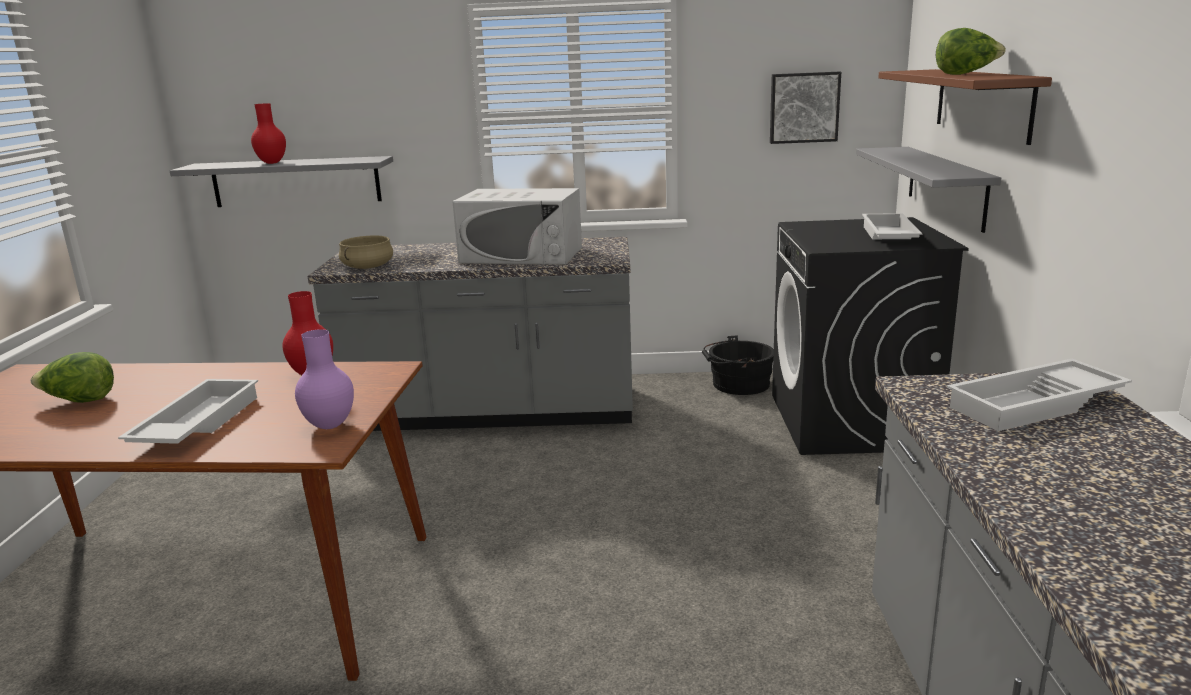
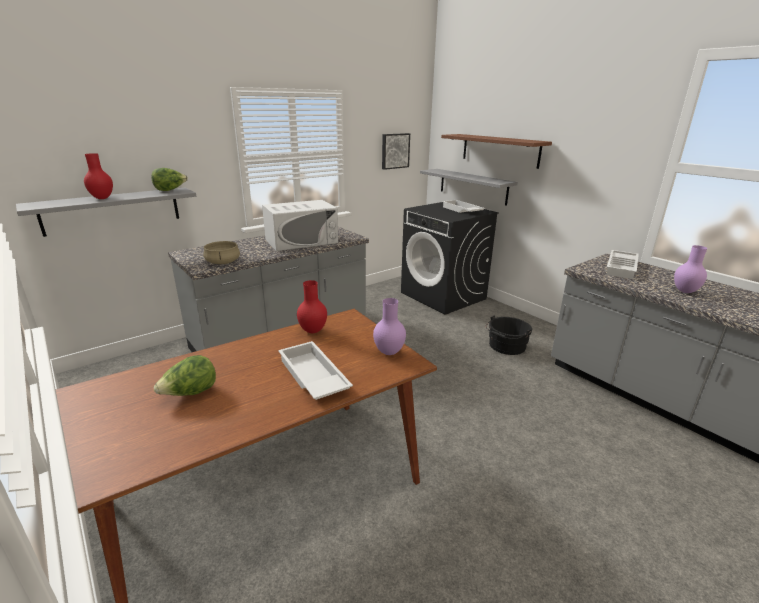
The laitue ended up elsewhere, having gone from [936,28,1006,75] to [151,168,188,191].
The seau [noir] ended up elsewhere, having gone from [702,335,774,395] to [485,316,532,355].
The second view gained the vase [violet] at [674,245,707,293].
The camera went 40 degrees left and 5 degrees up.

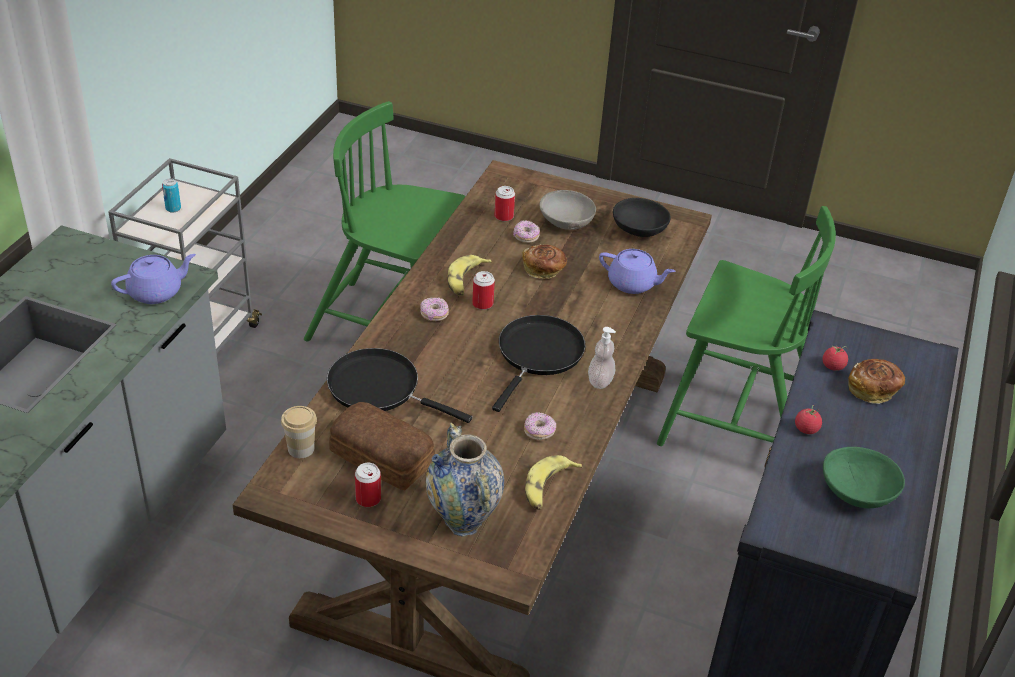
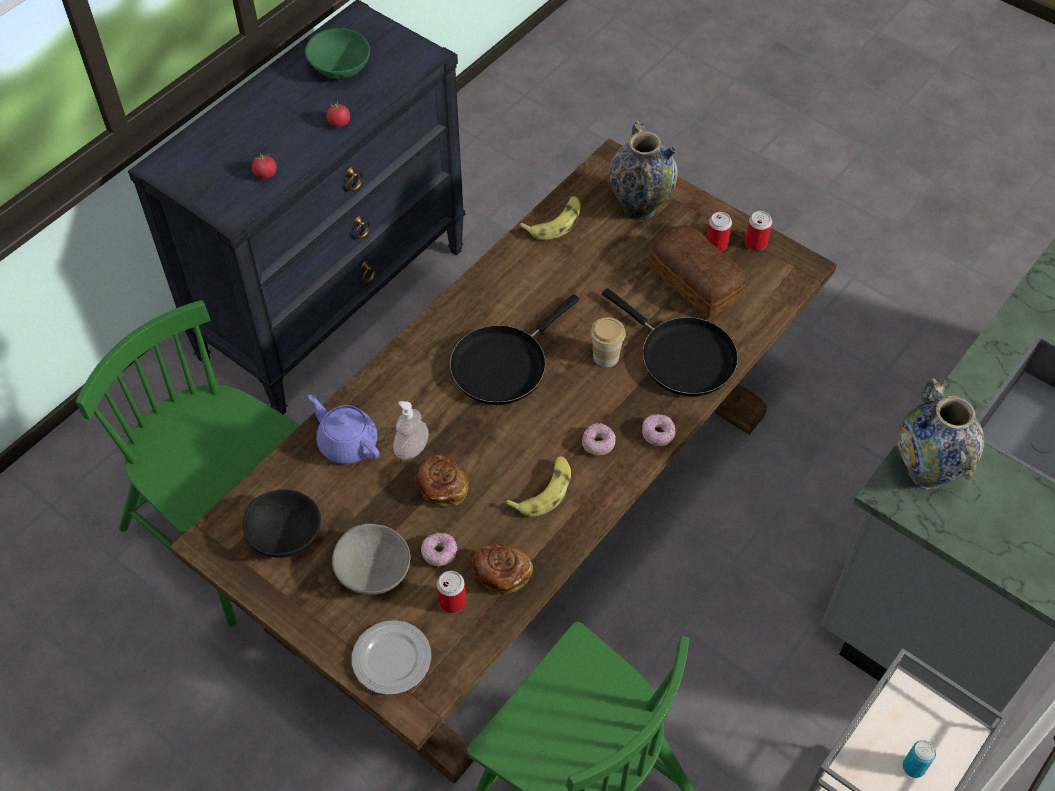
Where the théière [violet] stood at [111,254,196,304], the vase came to stand at [898,378,984,490].
The boîte métallique ended up elsewhere, having gone from [472,271,495,310] to [745,211,772,251].
The distributeur de savon ended up elsewhere, having gone from [588,327,616,389] to [393,401,429,460].
The pain ended up elsewhere, having gone from [848,359,905,404] to [472,544,533,594].
The tasse ended up elsewhere, having gone from [281,406,317,458] to [590,317,626,367].
The beignet ended up elsewhere, having gone from [524,412,556,440] to [642,414,676,446].
The second view gained the assiette at [352,620,431,695].
The camera went 160 degrees left and 15 degrees up.

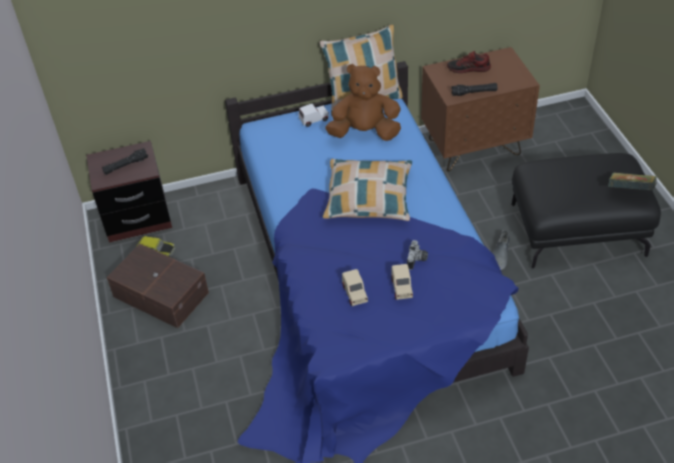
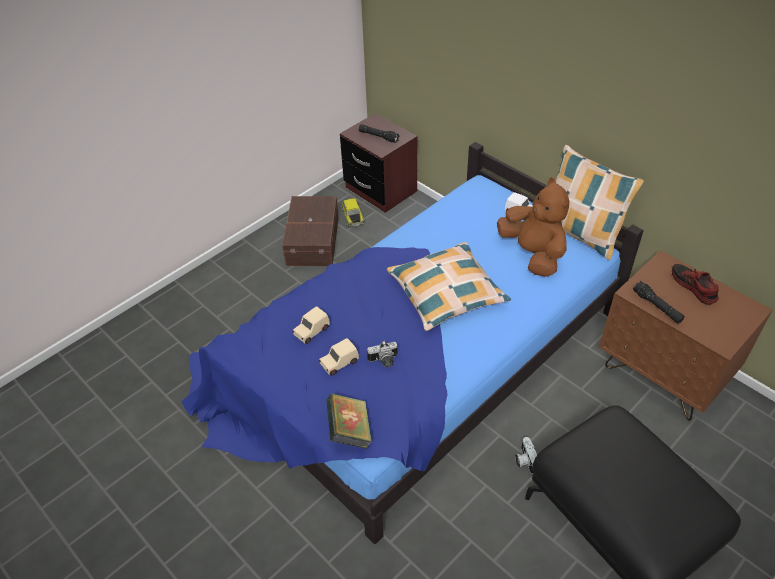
The livre ended up elsewhere, having gone from [608,172,657,190] to [326,394,372,449].
Where the chaussure [gris] stood at [493,230,509,270], the appareil photo came to stand at [515,437,537,474].
The camera went 60 degrees right and 0 degrees up.

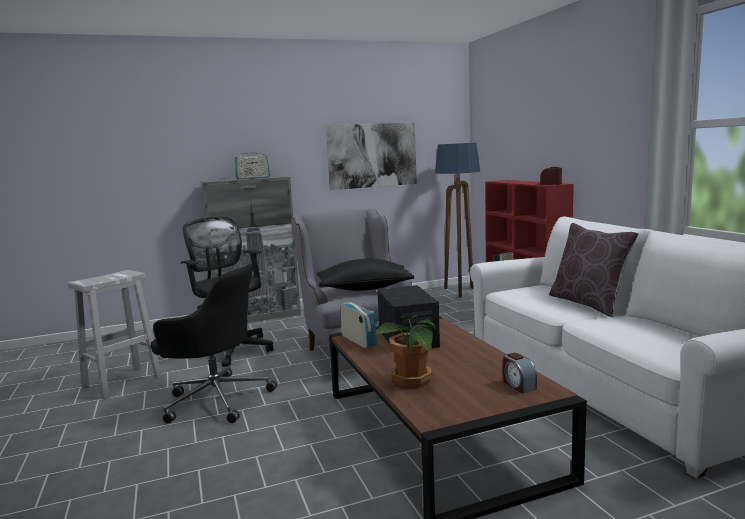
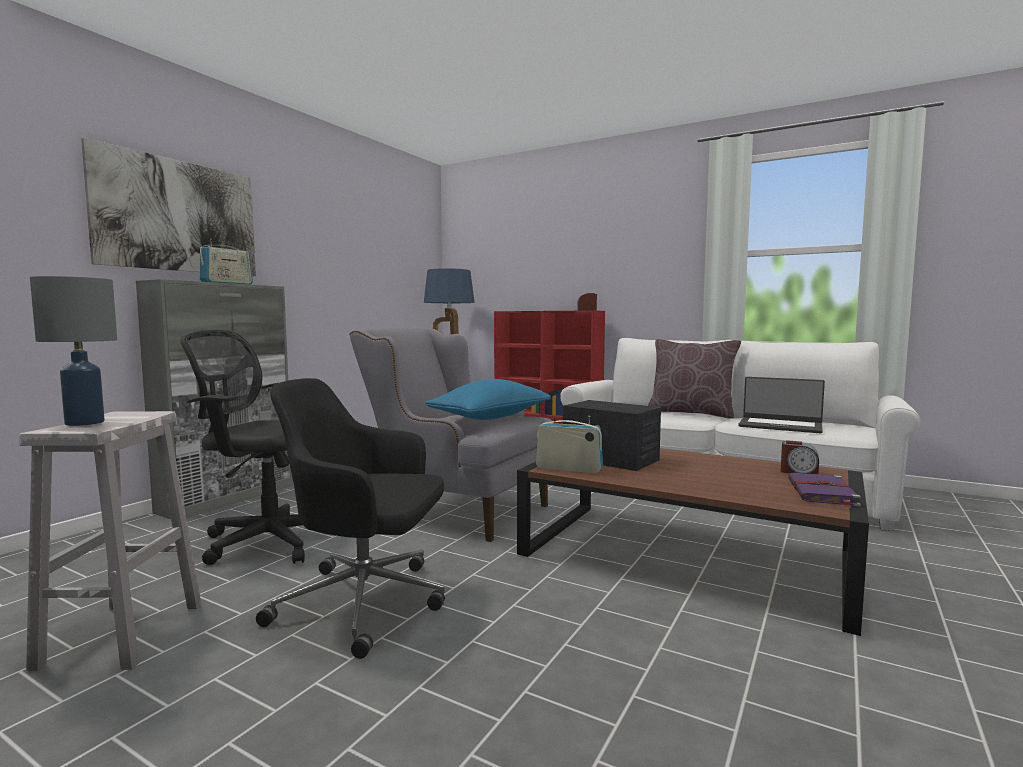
The tableau ended up elsewhere, having gone from [326,122,417,190] to [81,138,256,276].
What was the coussin [noir] at [317,259,414,291] turned into the coussin [bleu] at [425,379,551,420].
The chaise de bureau [noir] at [151,264,277,424] ended up facing another way, 150 degrees counterclockwise from before.
The second view lost the plante en pot at [375,315,436,388].
The second view gained the lampe de table [gris] at [30,276,117,426].
The second view gained the ordinateur portable at [738,377,825,434].
The second view gained the livre [violet] at [788,473,861,508].
The camera went 40 degrees left and 5 degrees down.

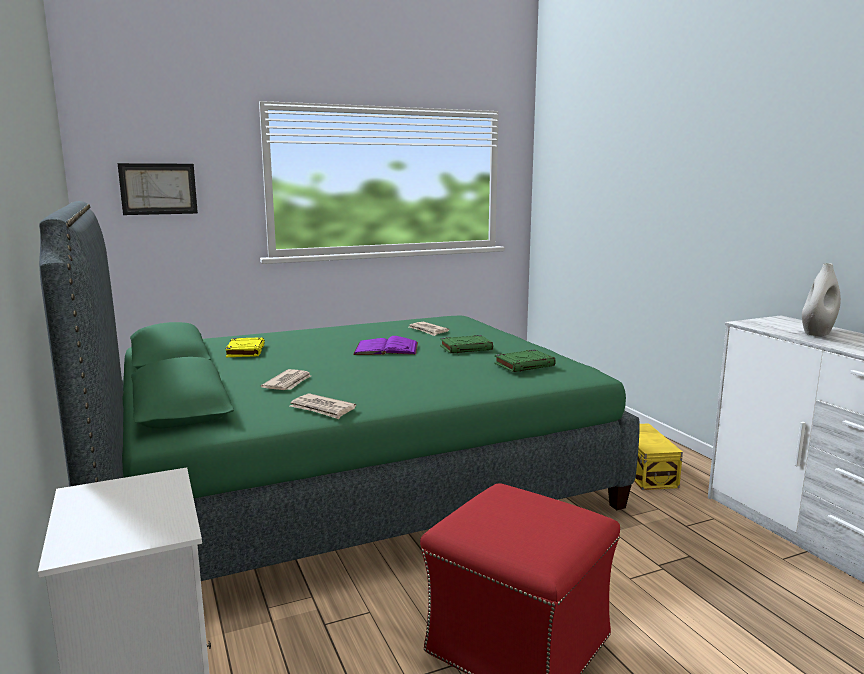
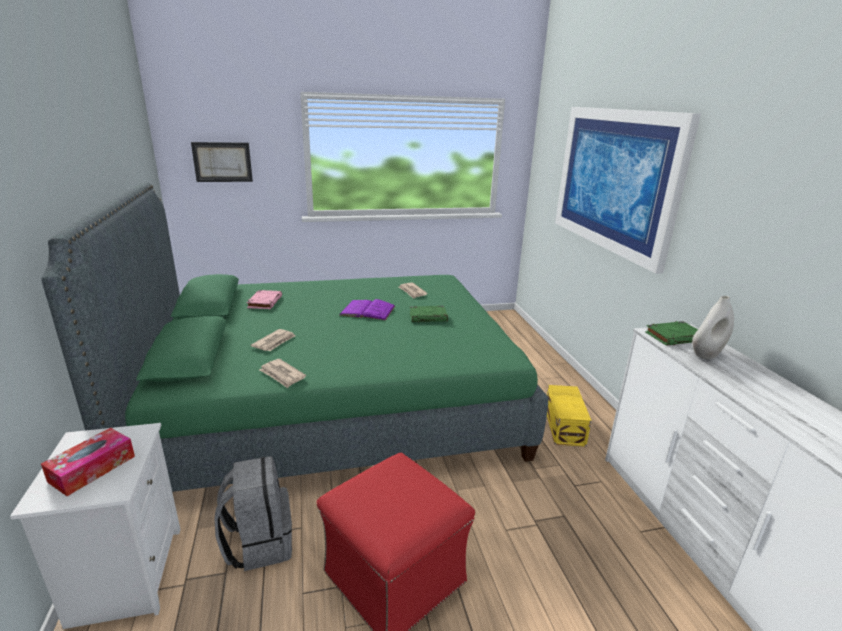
What was the livre [jaune] at [225,337,265,357] turned into the livre [rose] at [247,290,282,309].
The livre [vert] ended up elsewhere, having gone from [494,349,556,372] to [645,321,698,346].
The second view gained the tableau at [555,107,701,274].
The second view gained the boîte à mouchoirs at [41,428,135,496].
The second view gained the sac à dos [gris] at [214,456,292,571].
The camera went 10 degrees right and 10 degrees up.

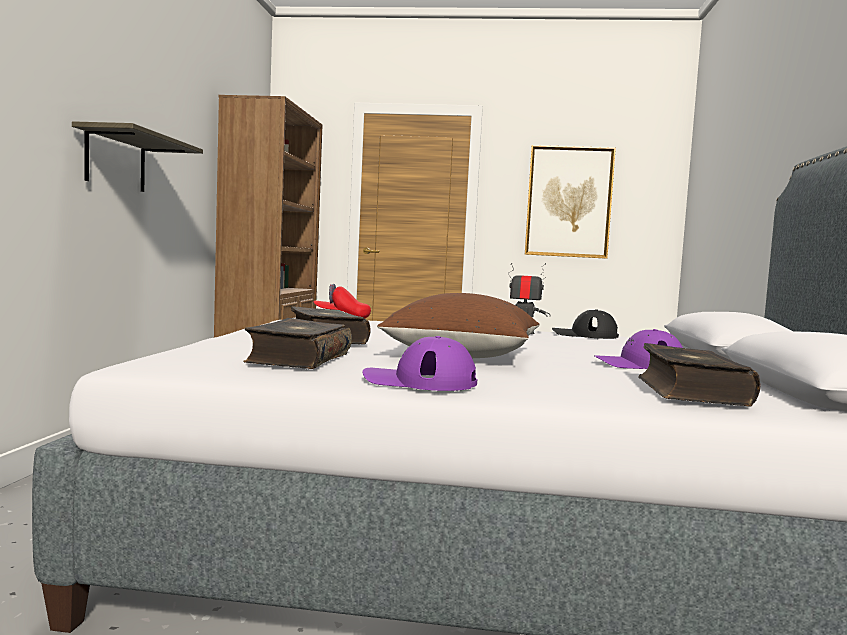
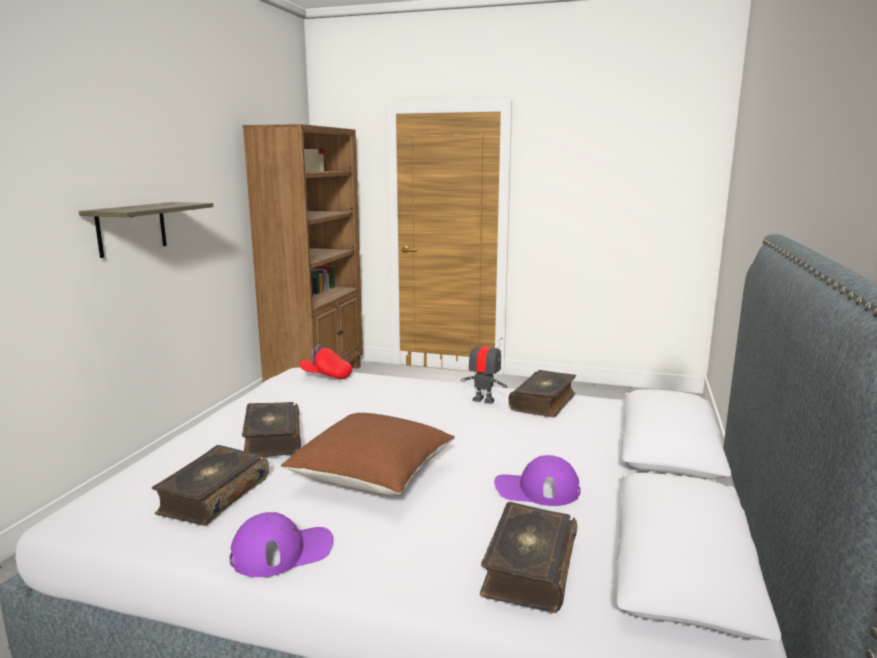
The second view lost the tableau at [525,145,616,259].
Where the casquette [noir] stood at [552,309,619,339], the livre came to stand at [508,370,576,417].
The casquette [violet] at [363,336,477,391] ended up facing another way, 135 degrees clockwise from before.
The camera went 10 degrees right and 10 degrees up.

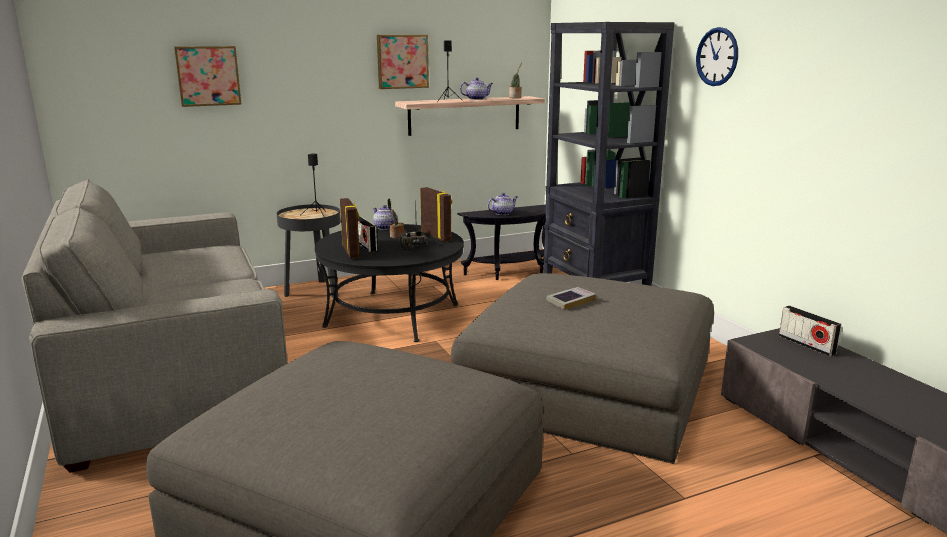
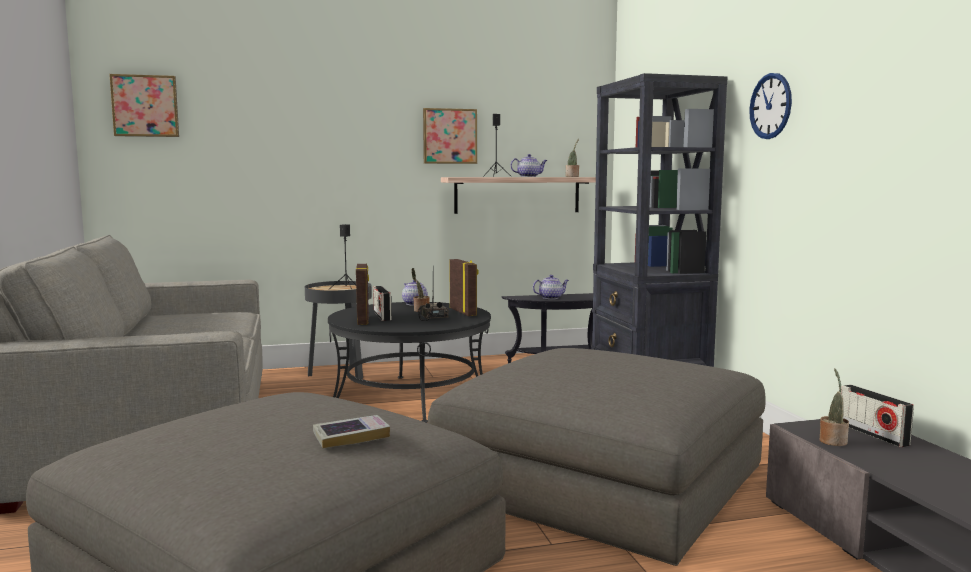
The tableau ended up elsewhere, having gone from [174,46,242,107] to [109,74,179,137].
The livre ended up elsewhere, having gone from [546,287,596,310] to [313,415,390,449].
The second view gained the plante en pot at [820,368,849,446].
The camera went 10 degrees right and 10 degrees down.

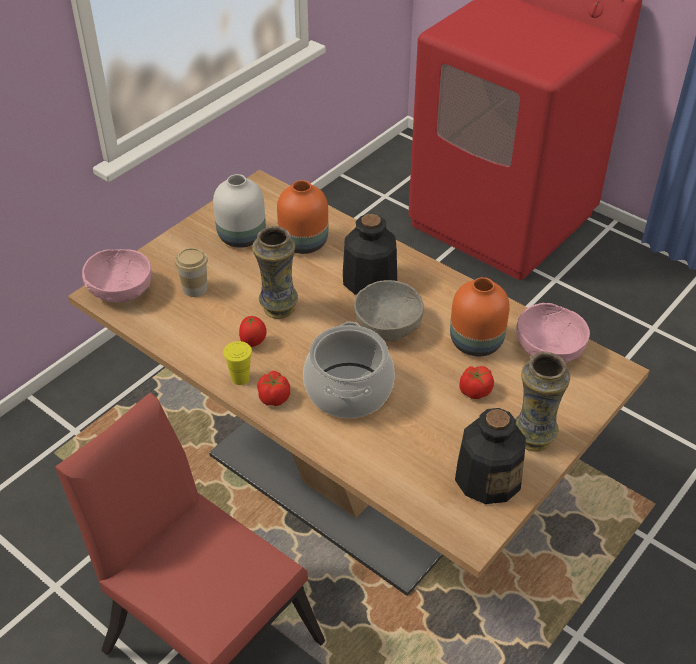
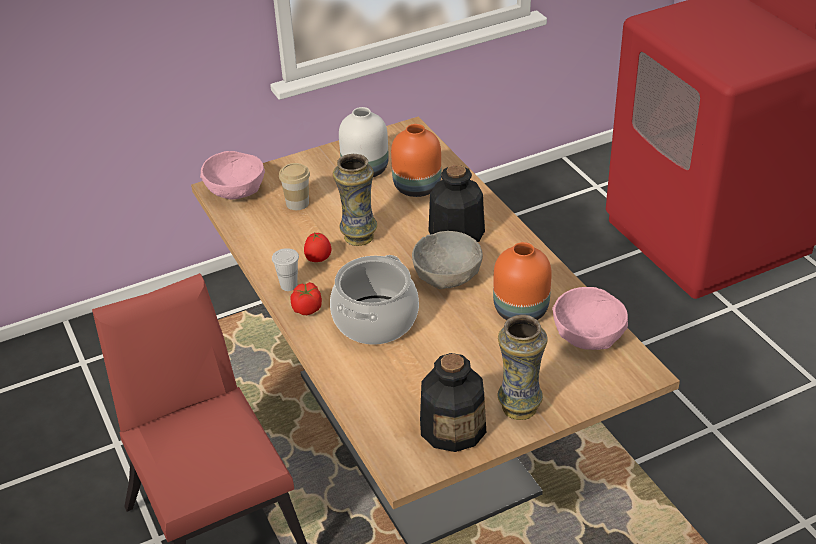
What was the tasse [jaune] at [223,341,252,385] turned into the tasse [blanc] at [272,248,299,291].
The second view lost the tomate at [459,366,494,399].
The camera went 25 degrees right and 5 degrees down.

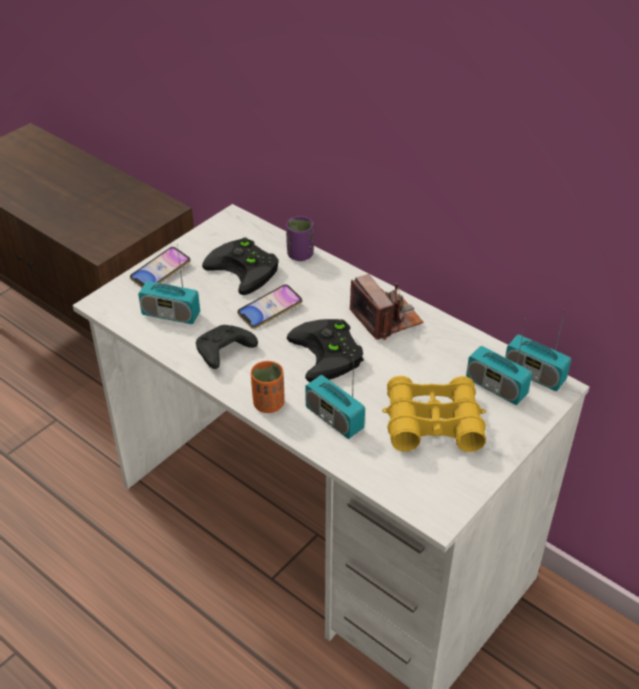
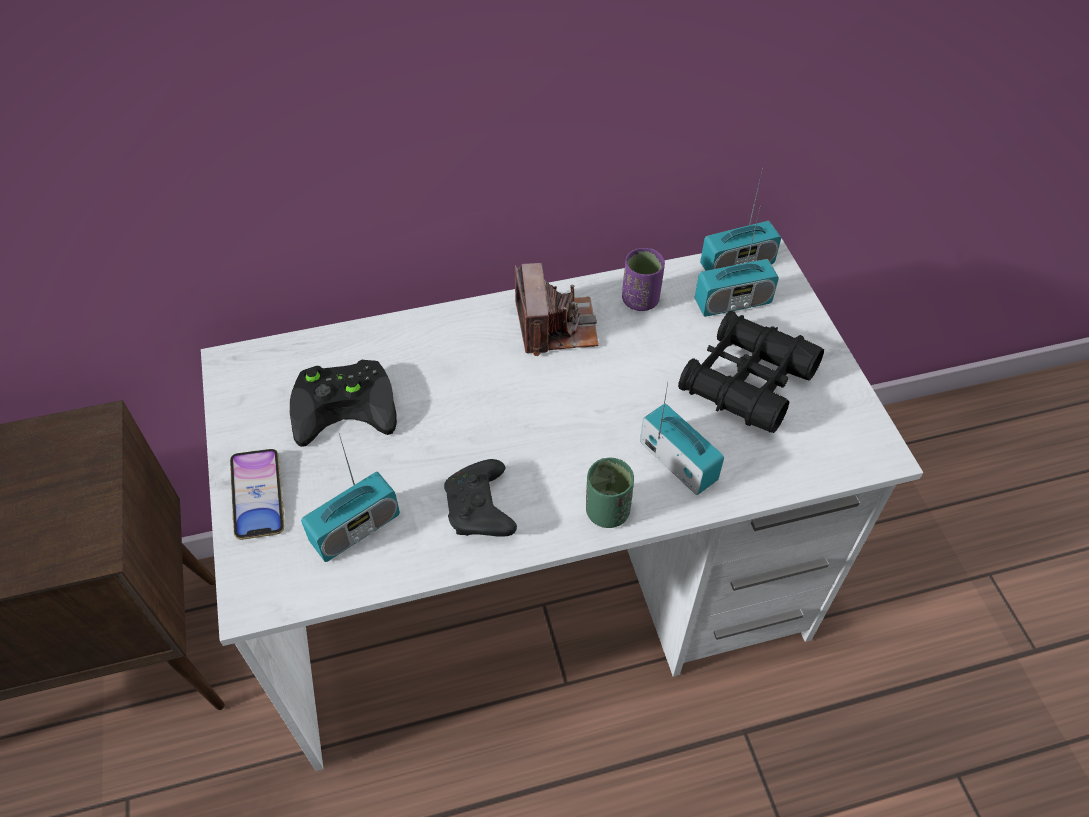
The tasse [violet] ended up elsewhere, having gone from [286,216,314,261] to [622,248,665,311].
The appareil photo at [350,274,423,340] ended up facing another way, 75 degrees clockwise from before.
The second view lost the téléphone at [237,284,303,329].
The second view lost the manette [noir] at [287,319,364,382].
What was the tasse [orange] at [251,361,285,413] turned into the tasse [vert] at [586,457,634,528].
The radio at [305,361,365,439] ended up facing another way, 120 degrees counterclockwise from before.
What was the jumelles [jaune] at [382,376,486,452] turned into the jumelles [noir] at [678,311,824,433].
The camera went 55 degrees left and 10 degrees up.

